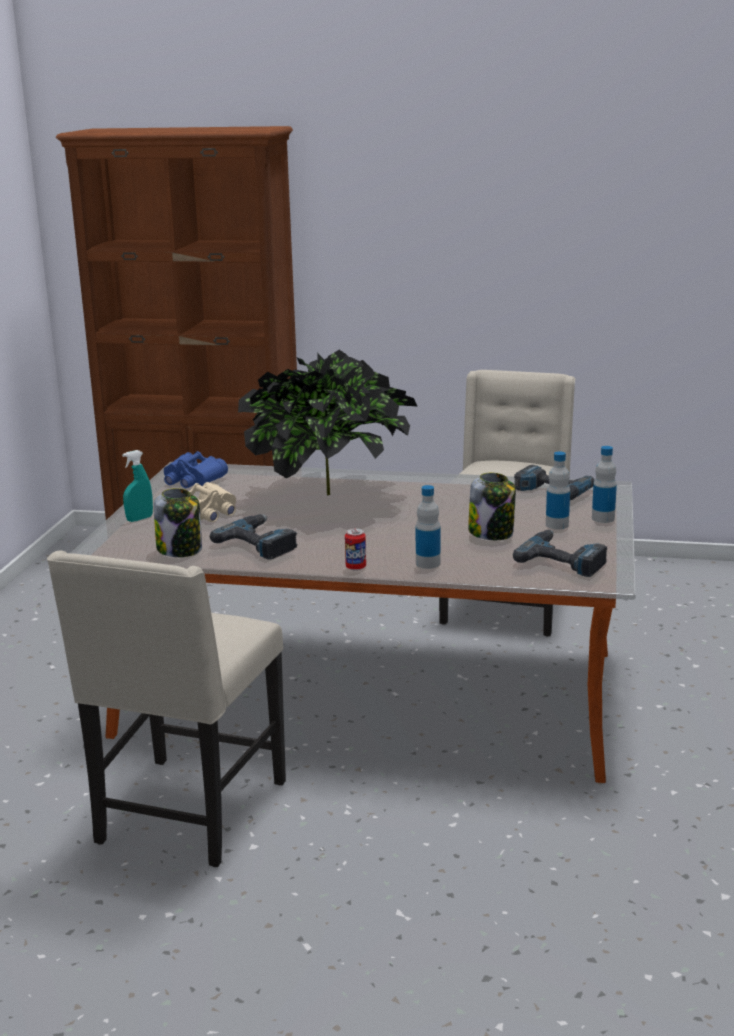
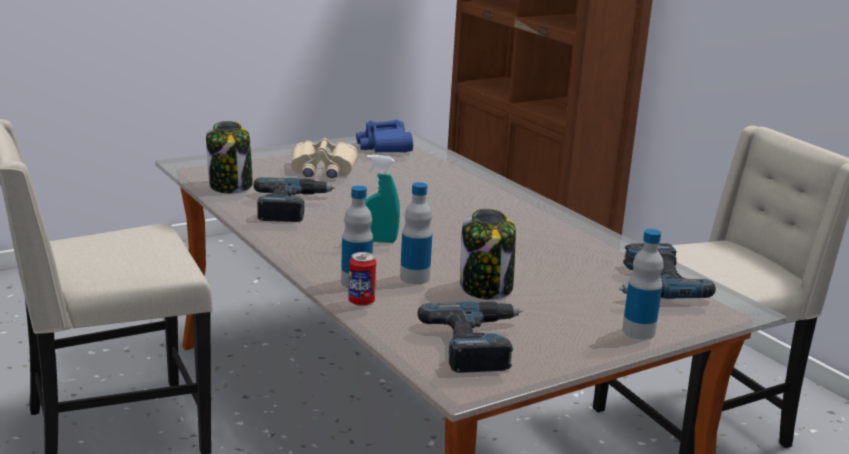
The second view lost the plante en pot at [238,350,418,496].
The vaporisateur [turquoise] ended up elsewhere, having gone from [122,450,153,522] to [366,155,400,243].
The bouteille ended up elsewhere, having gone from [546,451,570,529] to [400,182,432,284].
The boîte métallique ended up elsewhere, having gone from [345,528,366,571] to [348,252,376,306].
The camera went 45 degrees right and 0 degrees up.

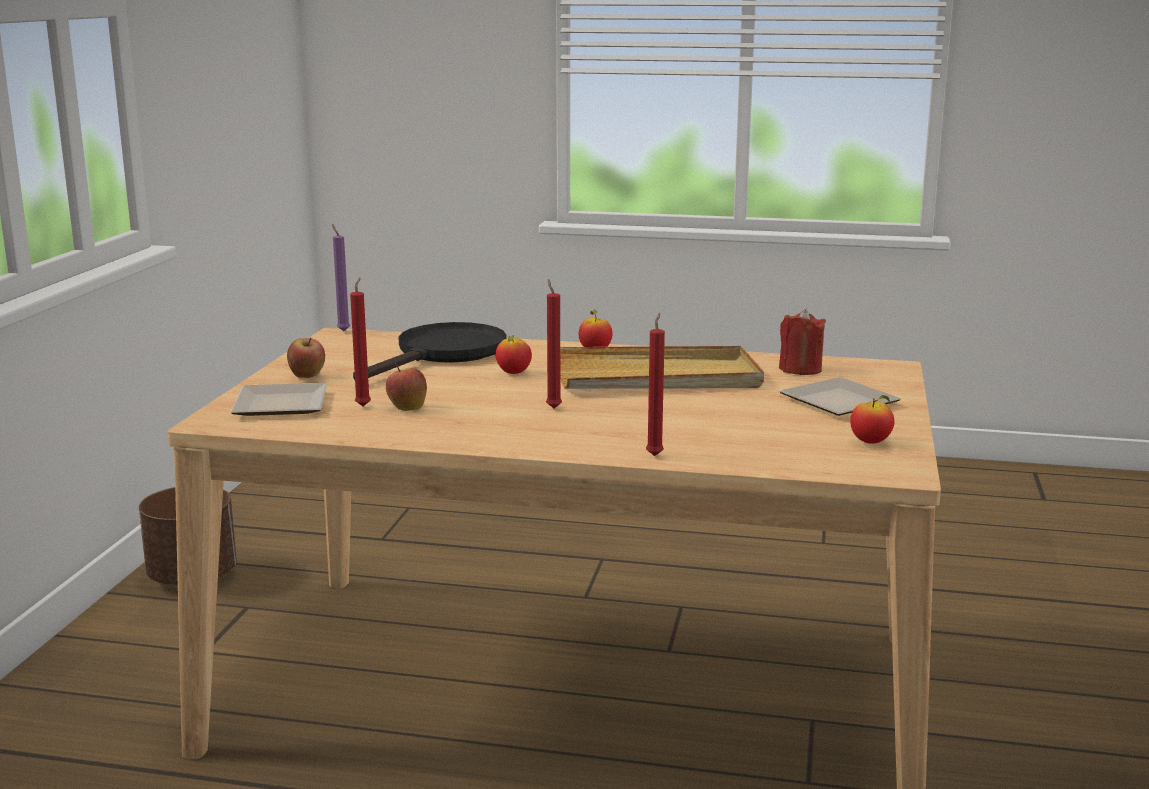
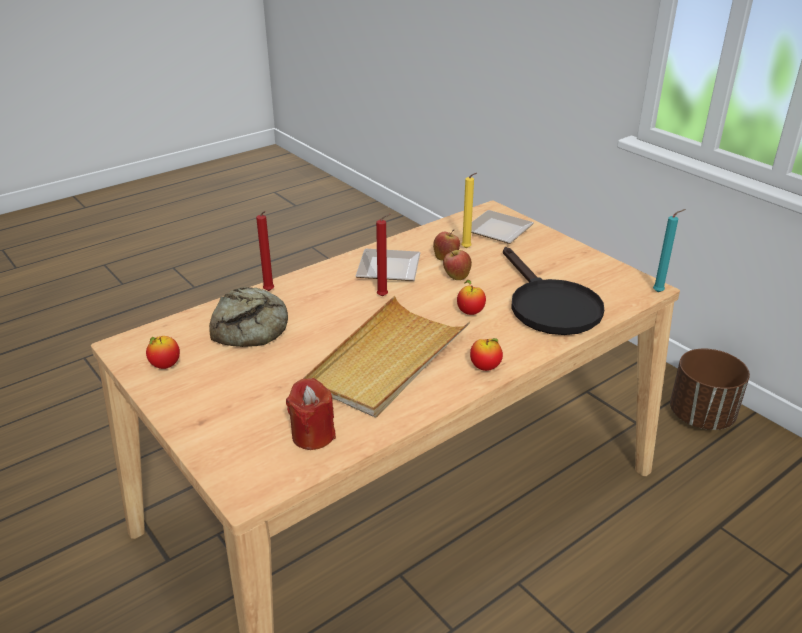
What was the bougie [violet] at [332,224,350,331] turned into the bougie [turquoise] at [653,209,686,292].
What was the bougie [rouge] at [350,277,371,406] turned into the bougie [jaune] at [461,173,477,248].
The pomme ended up elsewhere, having gone from [287,337,325,378] to [443,250,472,280].
The assiette ended up elsewhere, having gone from [779,377,901,416] to [355,249,421,281].
The second view gained the pain at [209,287,288,347].
The camera went 130 degrees right and 15 degrees up.

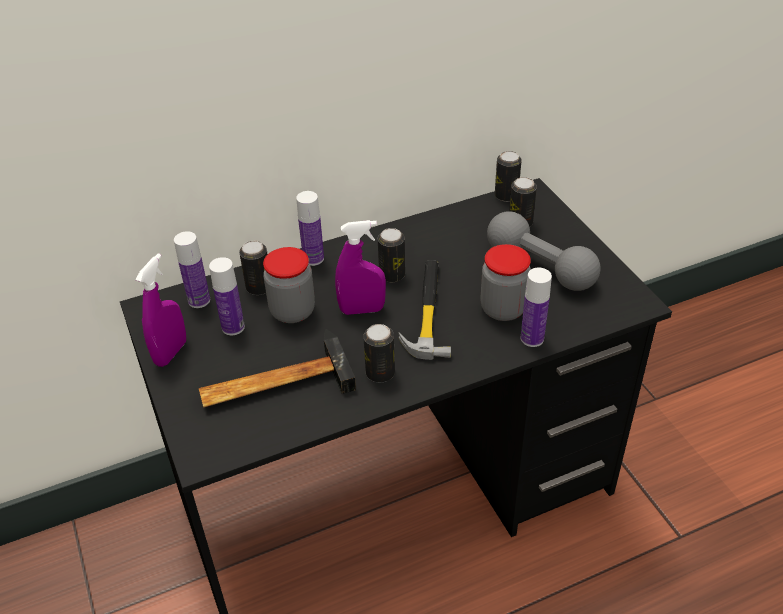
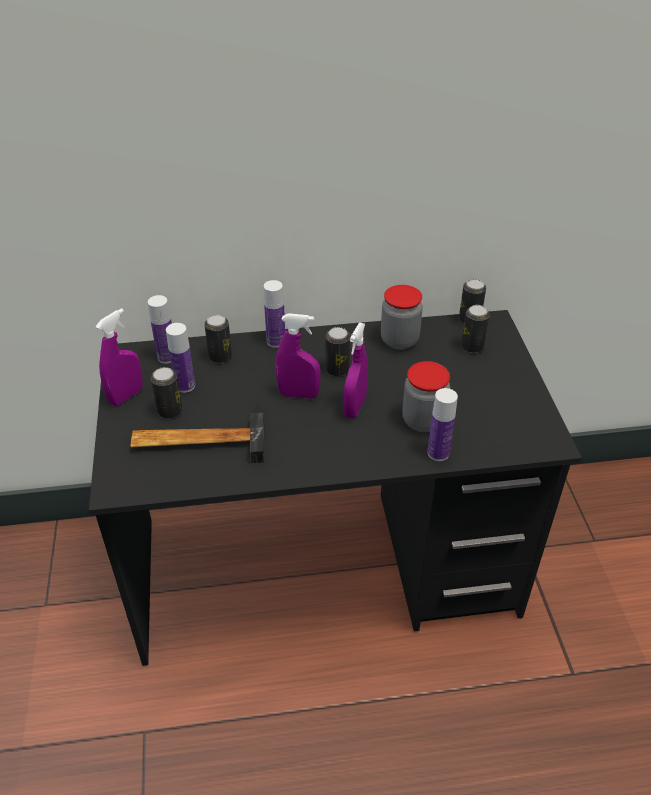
The second view lost the haltère [gris] at [487,211,601,291].
The bocal ended up elsewhere, having gone from [263,247,315,323] to [381,285,423,350].
Where the marteau stood at [398,260,451,360], the vaporisateur [violet] came to stand at [343,323,368,418].
The boîte métallique ended up elsewhere, having gone from [363,324,395,382] to [151,367,182,418].
The camera went 15 degrees right and 0 degrees up.

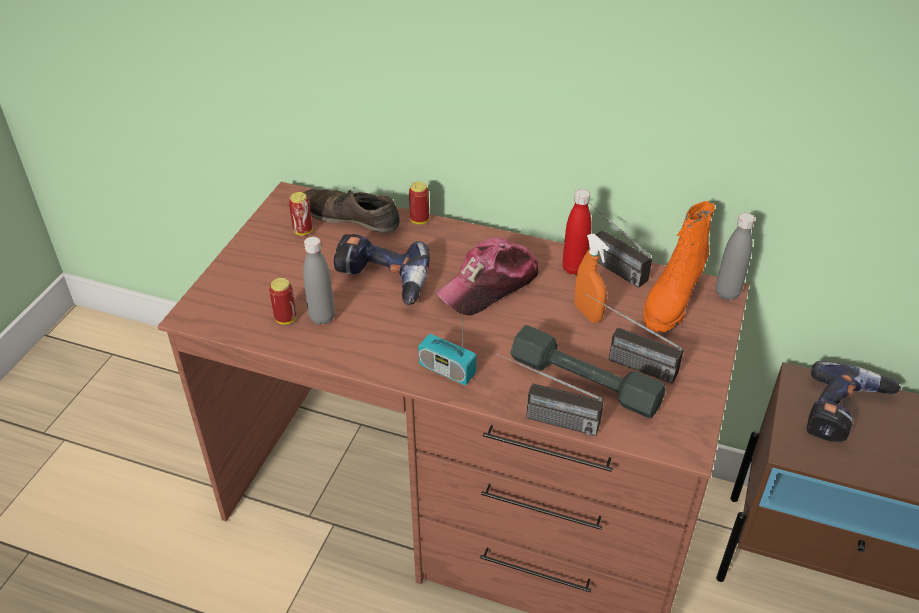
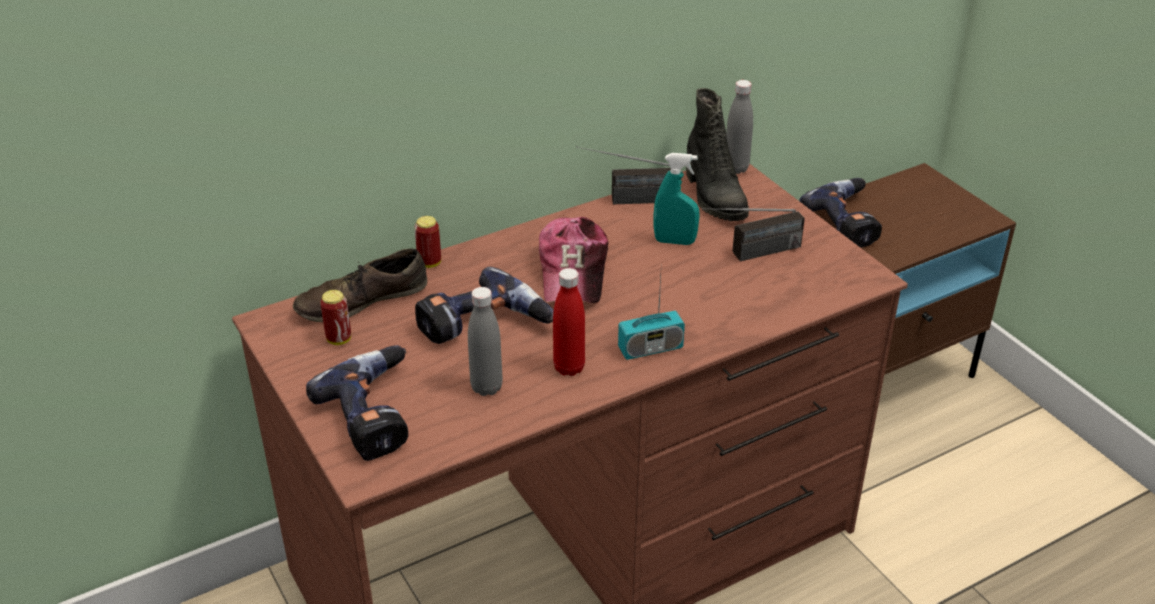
The bouteille [rouge] ended up elsewhere, having gone from [562,189,592,275] to [553,268,585,376].
What was the botte [orange] at [643,201,715,332] turned into the botte [noir] at [686,88,749,221].
What was the vaporisateur [orange] at [574,234,609,323] turned into the vaporisateur [turquoise] at [653,153,700,245].
The second view lost the boîte métallique at [269,278,296,324].
The second view lost the haltère [gris] at [510,325,666,418].
The second view lost the radio at [495,353,604,436].
The second view gained the perceuse at [306,345,408,461].
The camera went 50 degrees left and 5 degrees down.

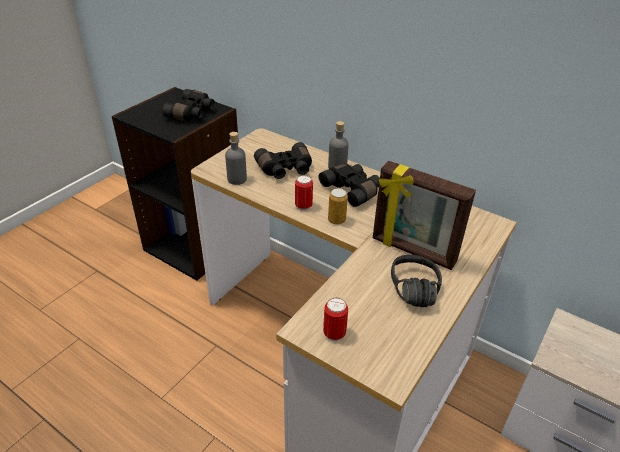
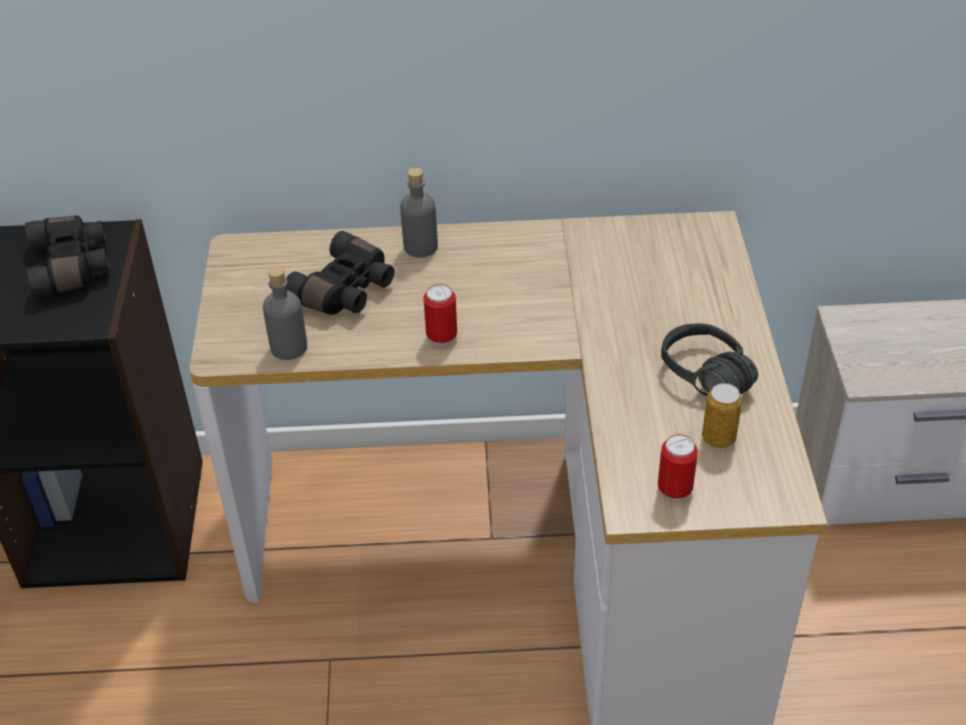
The second view lost the cadre photo at [373,161,476,270].
The second view lost the jumelles [noir] at [319,164,380,207].
The boîte métallique ended up elsewhere, having gone from [328,188,348,225] to [702,383,742,448].
The camera went 35 degrees left and 5 degrees up.

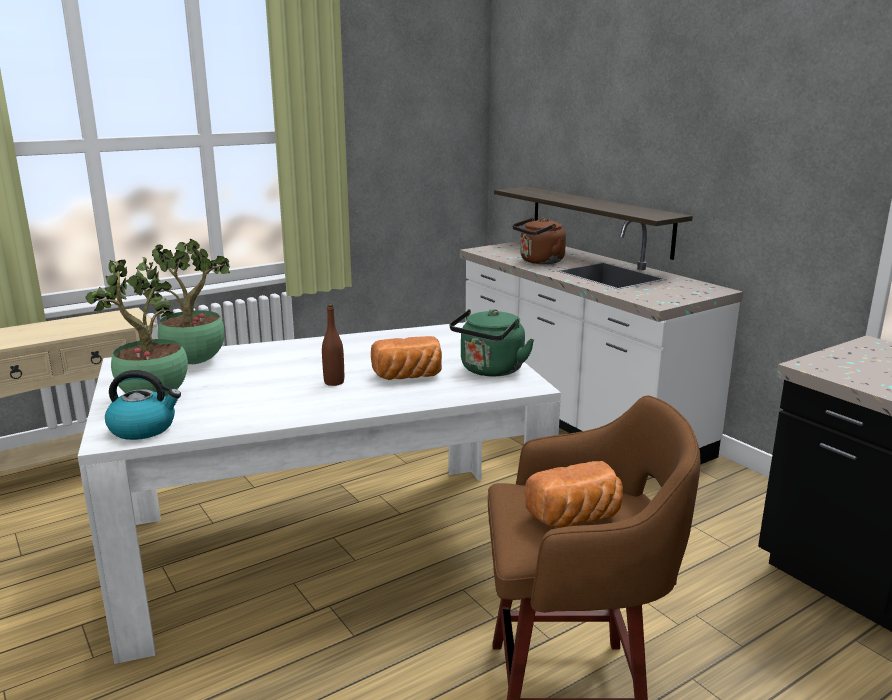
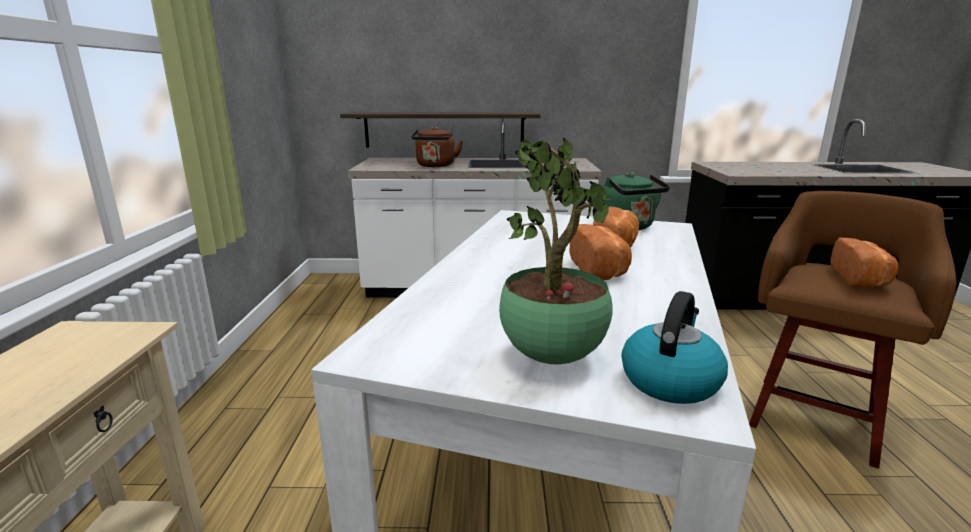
The second view lost the plante en pot at [143,239,230,364].
Where the bouteille [marron] stood at [322,304,344,386], the pain came to stand at [570,224,632,281].
The camera went 55 degrees left and 0 degrees up.

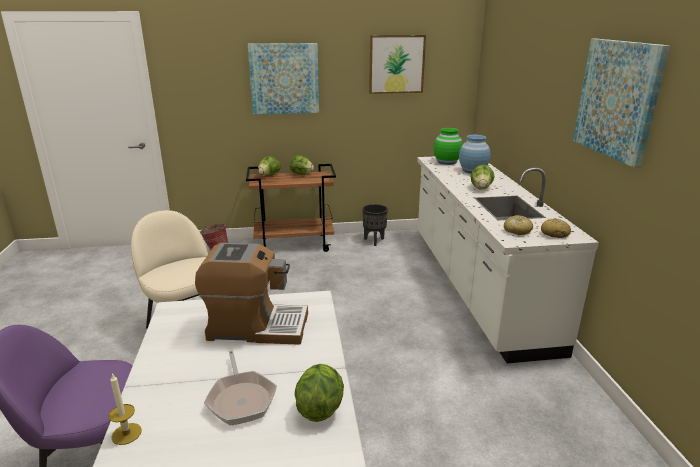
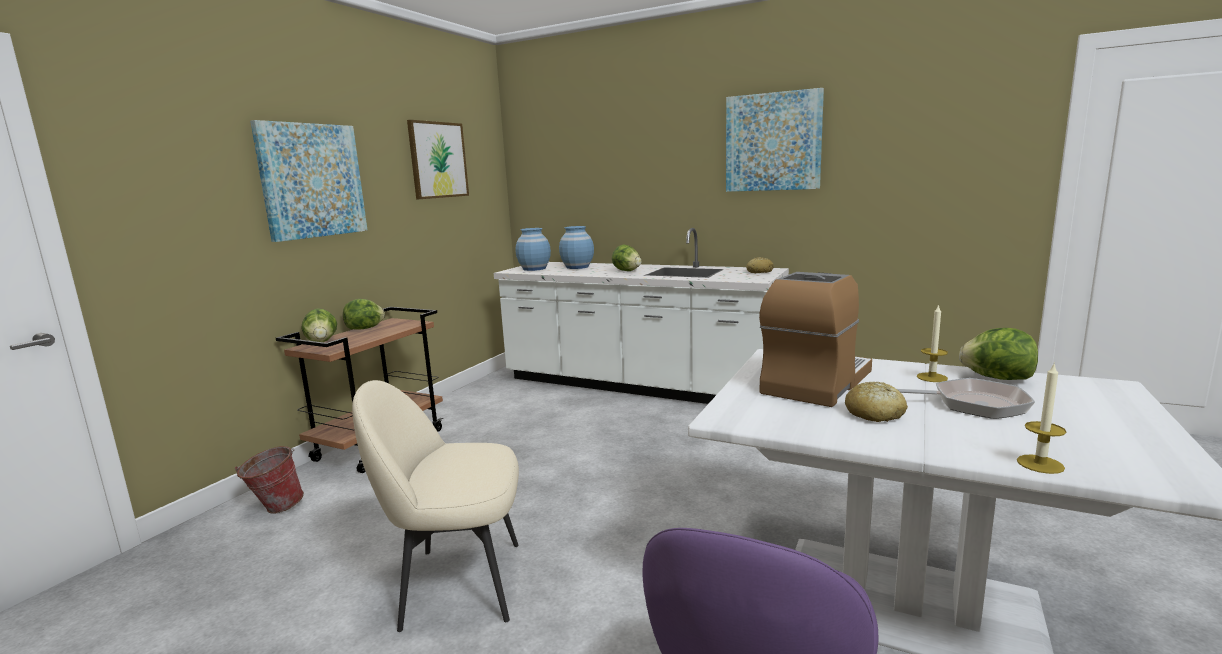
What was the vase [vert] at [433,128,463,165] turned into the vase [bleu] at [515,228,551,271].
The second view lost the cache-pot [noir] at [362,204,388,246].
The pain ended up elsewhere, having gone from [504,215,533,235] to [845,382,908,422].
The second view gained the bougie at [917,304,948,382].
The camera went 55 degrees left and 10 degrees down.

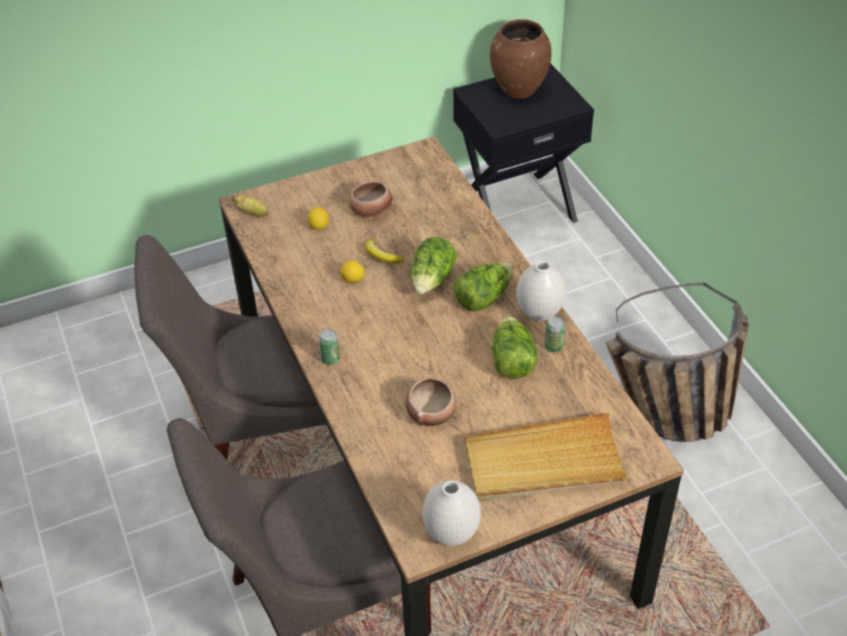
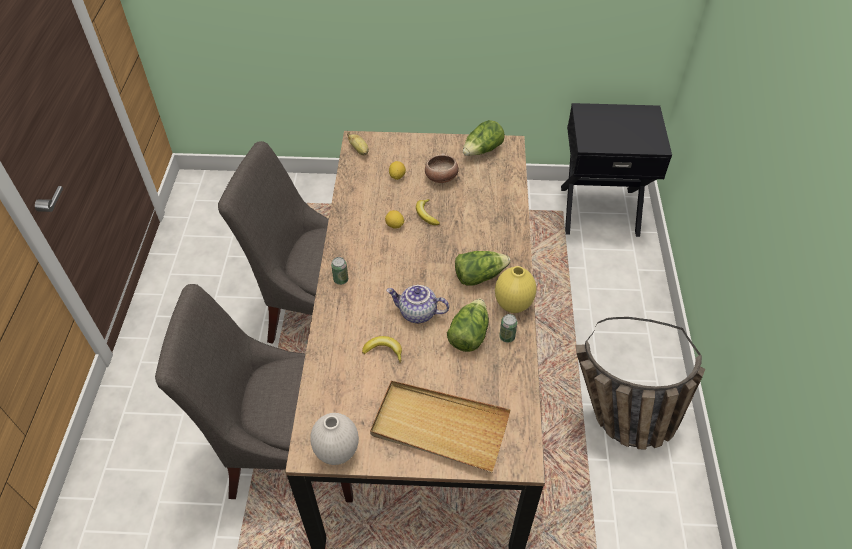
The second view lost the vase [marron] at [490,19,552,99].
The laitue ended up elsewhere, having gone from [411,237,457,294] to [463,120,505,156].
What was the vase [blanc] at [516,261,566,321] turned into the vase [jaune] at [495,266,536,313].
Where the bol stood at [405,378,456,426], the banane came to stand at [362,336,402,363].
The second view gained the théière at [386,285,449,323].
The camera went 25 degrees right and 5 degrees up.

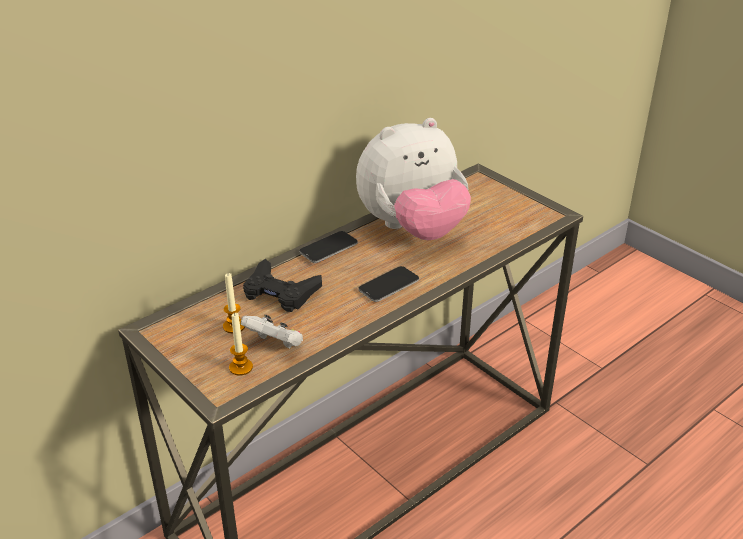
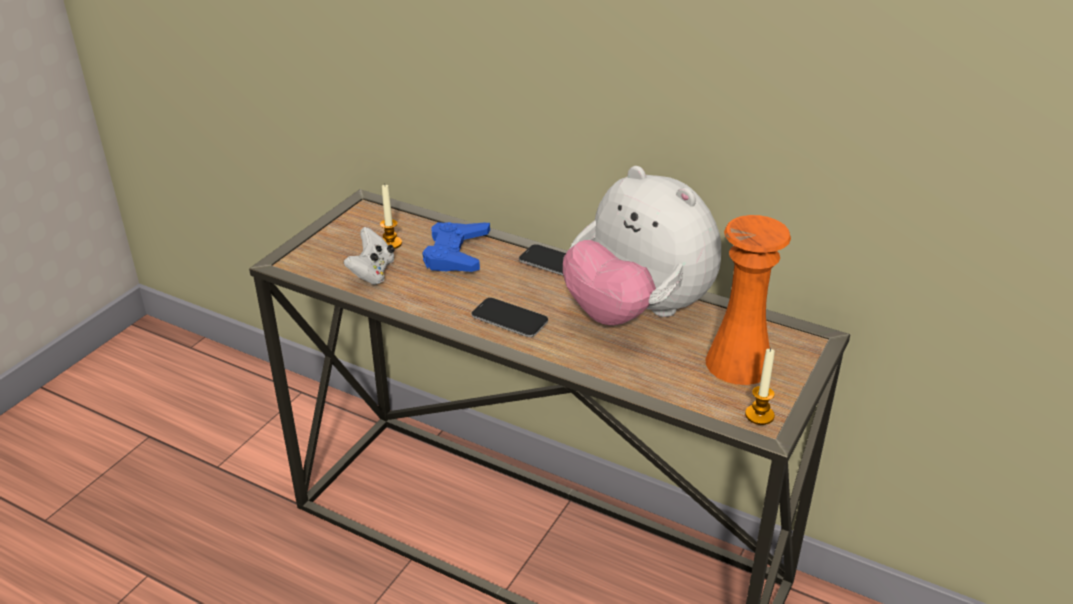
What was the manette [noir] at [243,259,322,312] turned into the manette [bleu] at [422,222,490,272].
The bougie ended up elsewhere, having gone from [229,313,253,376] to [745,348,775,425].
The second view gained the vase [orange] at [705,215,791,385].
The camera went 70 degrees right and 0 degrees up.

